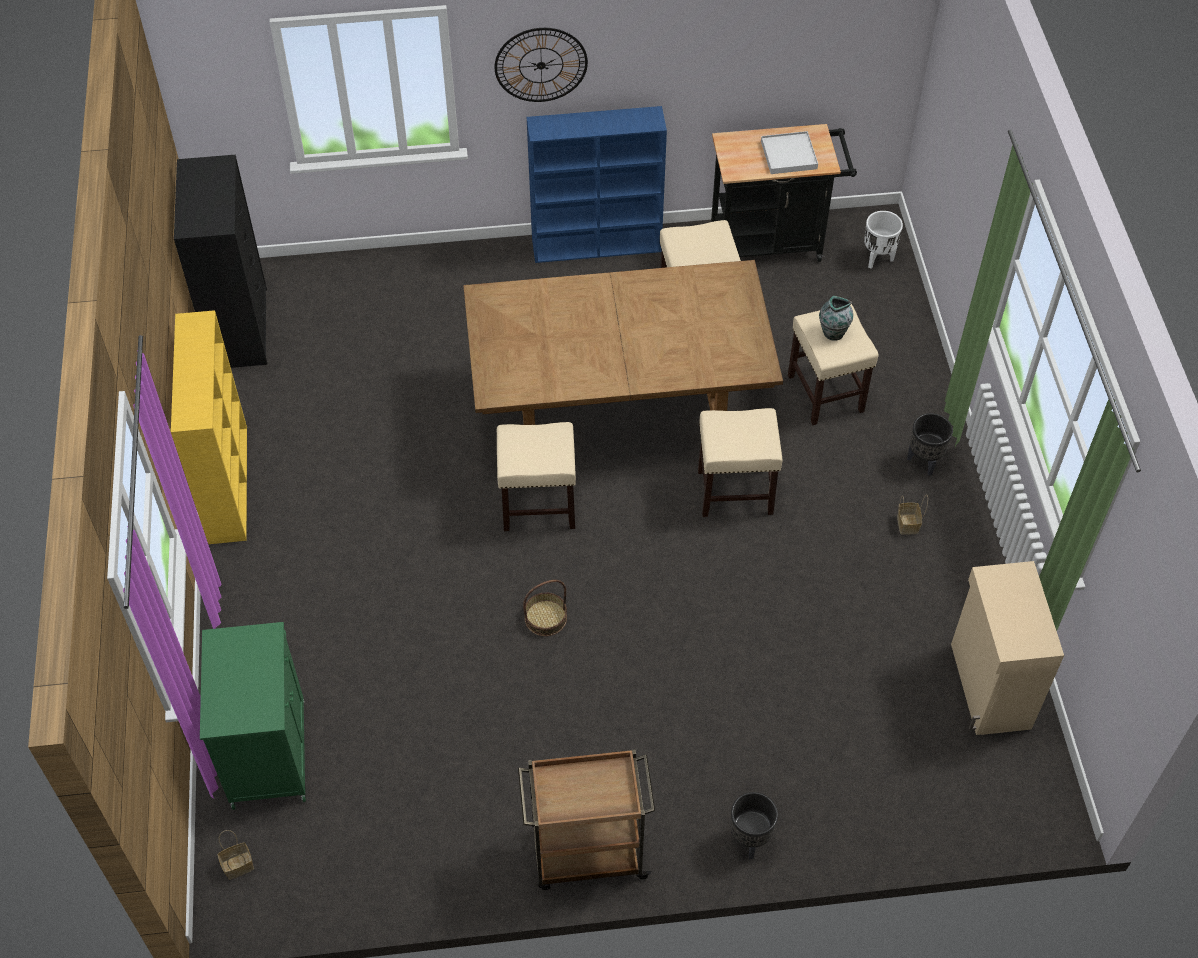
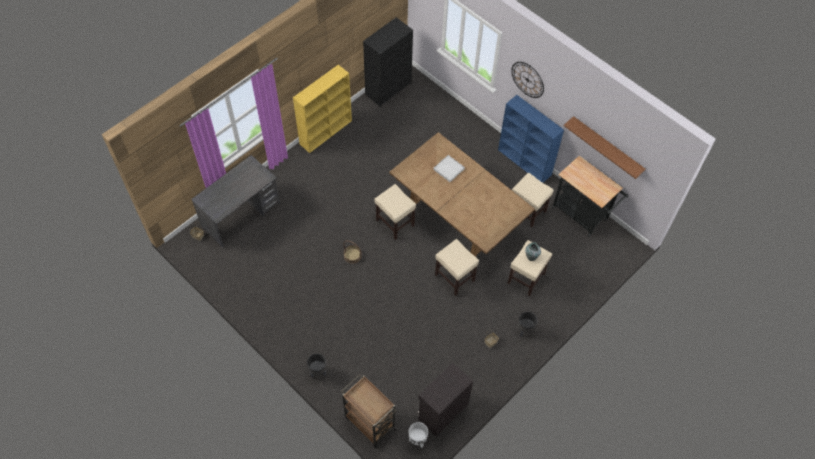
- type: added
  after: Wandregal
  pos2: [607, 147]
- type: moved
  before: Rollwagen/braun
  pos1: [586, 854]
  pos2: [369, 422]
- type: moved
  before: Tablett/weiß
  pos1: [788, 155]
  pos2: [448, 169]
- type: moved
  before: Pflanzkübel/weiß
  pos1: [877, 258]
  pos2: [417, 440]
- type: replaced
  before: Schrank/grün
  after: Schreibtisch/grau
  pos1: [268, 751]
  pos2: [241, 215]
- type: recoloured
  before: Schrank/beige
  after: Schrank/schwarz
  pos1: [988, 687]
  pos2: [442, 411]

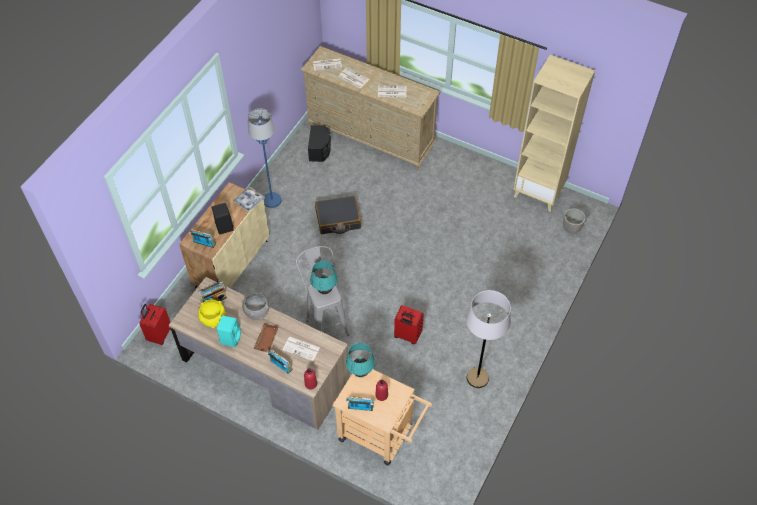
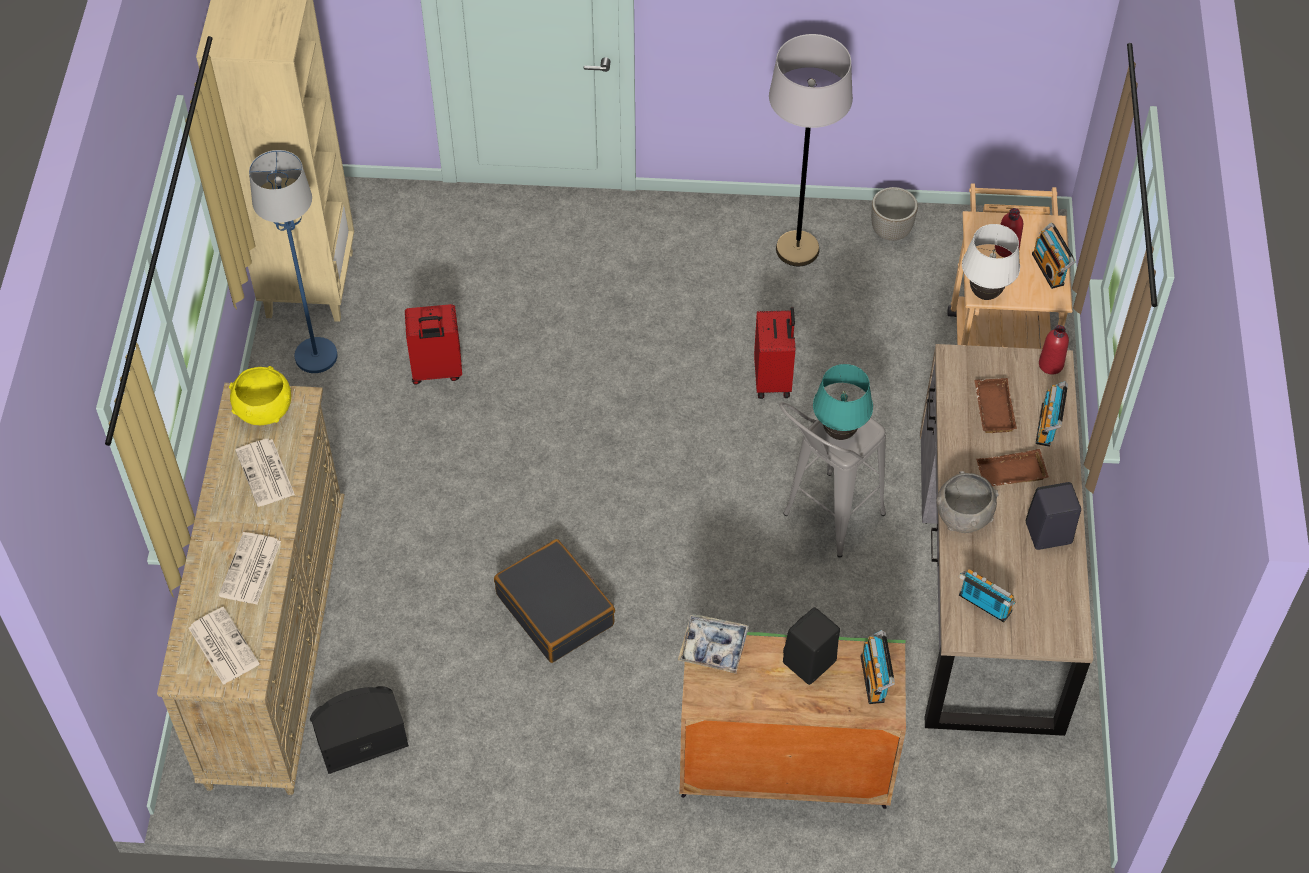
- type: moved
  before: Koffer/rot
  pos1: [159, 334]
  pos2: [436, 371]
- type: moved
  before: Schüssel/gelb
  pos1: [213, 319]
  pos2: [265, 410]
- type: moved
  before: Stehlampe/blau
  pos1: [272, 200]
  pos2: [316, 356]
- type: moved
  before: Pflanzkübel
  pos1: [571, 228]
  pos2: [891, 232]
- type: replaced
  before: Zeitung
  after: Tablett/braun
  pos1: [301, 348]
  pos2: [992, 408]
- type: recoloured
  before: Schrank/beige
  after: Schrank/grün
  pos1: [231, 263]
  pos2: [783, 765]
- type: recoloured
  before: Lautsprecher/türkis
  after: Lautsprecher/schwarz
  pos1: [230, 337]
  pos2: [1047, 533]
- type: recoloured
  before: Tischlampe/türkis
  after: Tischlampe/weiß
  pos1: [360, 372]
  pos2: [984, 293]

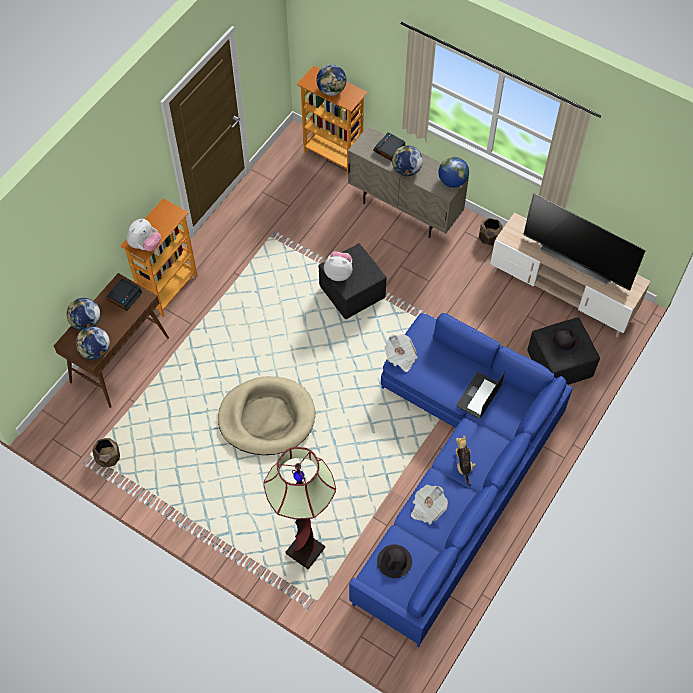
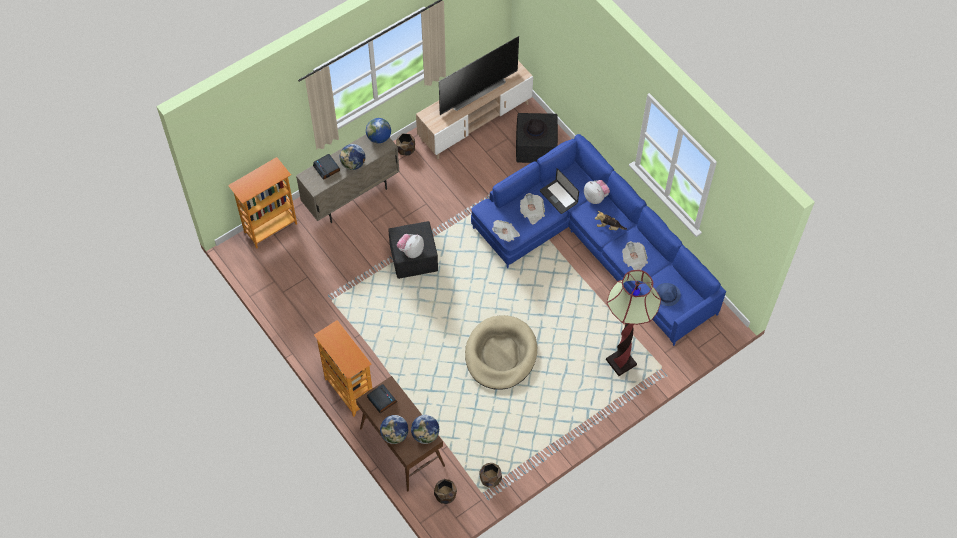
- type: removed
  before: Globus
  pos1: [331, 90]
- type: added
  after: Pflanzkübel/braun
  pos2: [445, 495]
- type: added
  after: Zeitung
  pos2: [532, 212]
- type: moved
  before: Plüschtier
  pos1: [145, 245]
  pos2: [595, 197]
- type: recoloured
  before: Hut/schwarz
  after: Hut/blau
  pos1: [394, 561]
  pos2: [667, 294]

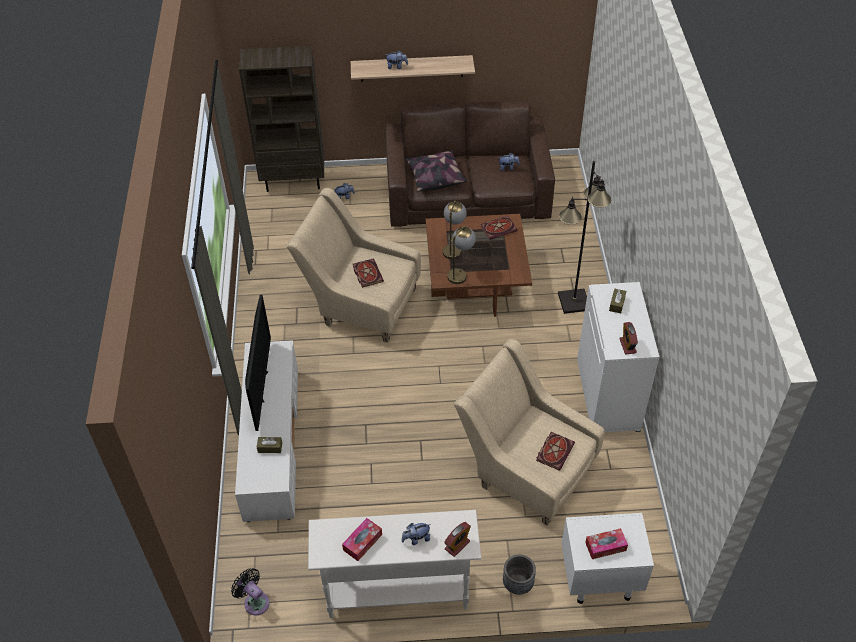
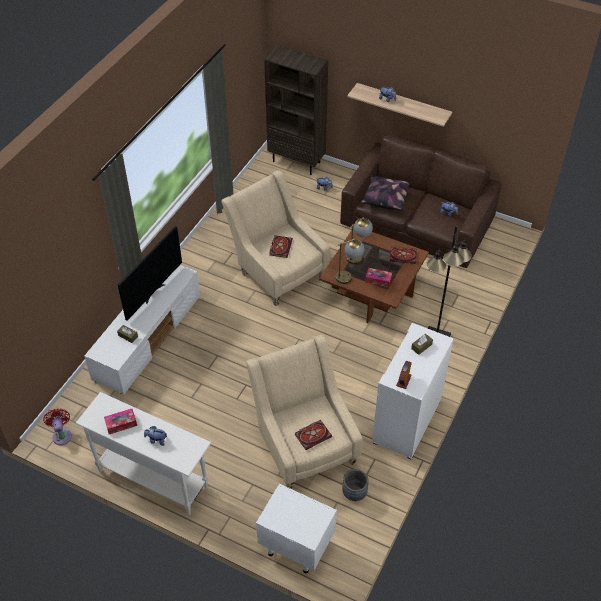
- type: removed
  before: Wecker
  pos1: [457, 545]
- type: moved
  before: Pflanzkübel/grau
  pos1: [518, 584]
  pos2: [354, 493]
- type: moved
  before: Taschentuchbox
  pos1: [605, 546]
  pos2: [378, 280]
- type: recoloured
  before: Ventilator/schwarz
  after: Ventilator/rot
  pos1: [255, 601]
  pos2: [62, 435]

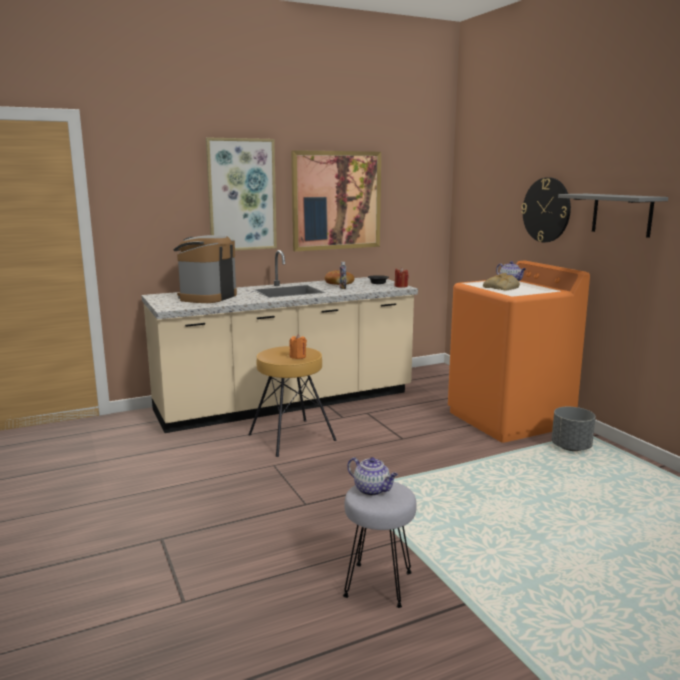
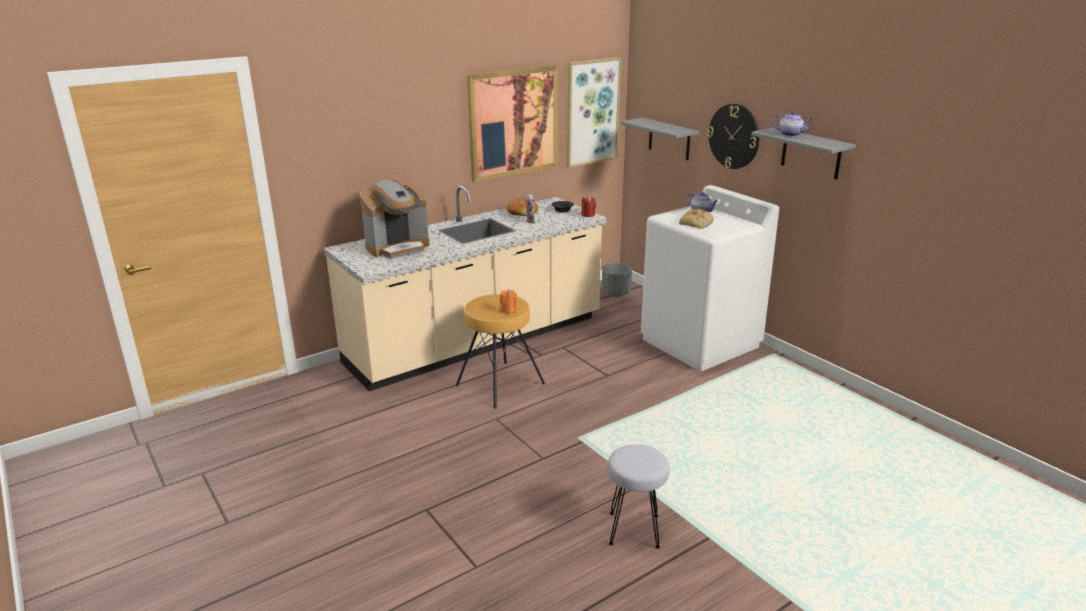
- type: added
  after: Wandregal/grau
  pos2: [669, 139]
- type: moved
  before: Bild
  pos1: [241, 195]
  pos2: [592, 112]
- type: moved
  before: Teekanne
  pos1: [372, 490]
  pos2: [790, 134]
- type: moved
  before: Pflanzkübel/grau
  pos1: [570, 447]
  pos2: [615, 294]
- type: recoloured
  before: Waschmaschine/orange
  after: Waschmaschine/weiß
  pos1: [509, 419]
  pos2: [700, 343]
- type: turned
  before: Kaffeemaschine
  pos1: [207, 297]
  pos2: [398, 247]
  turn: -135

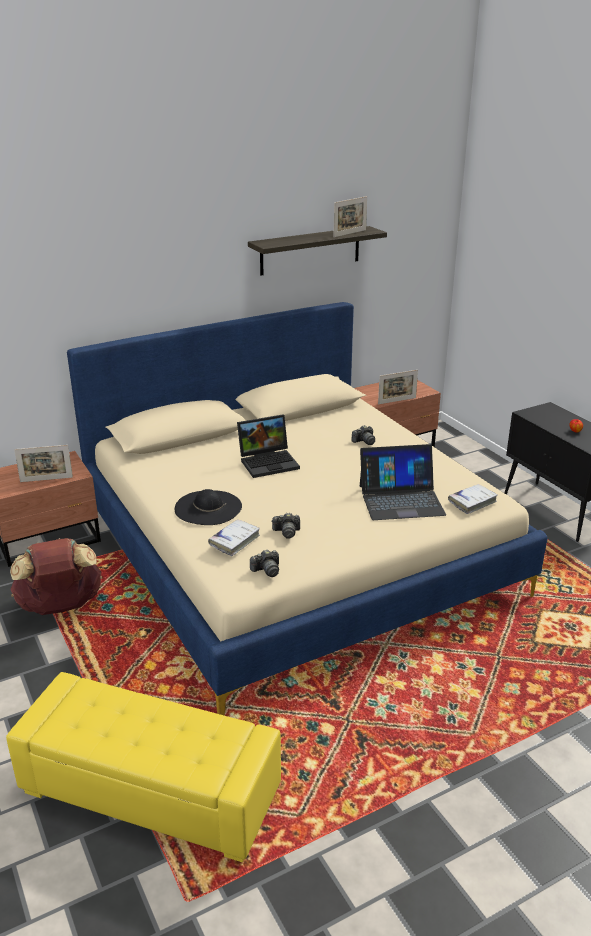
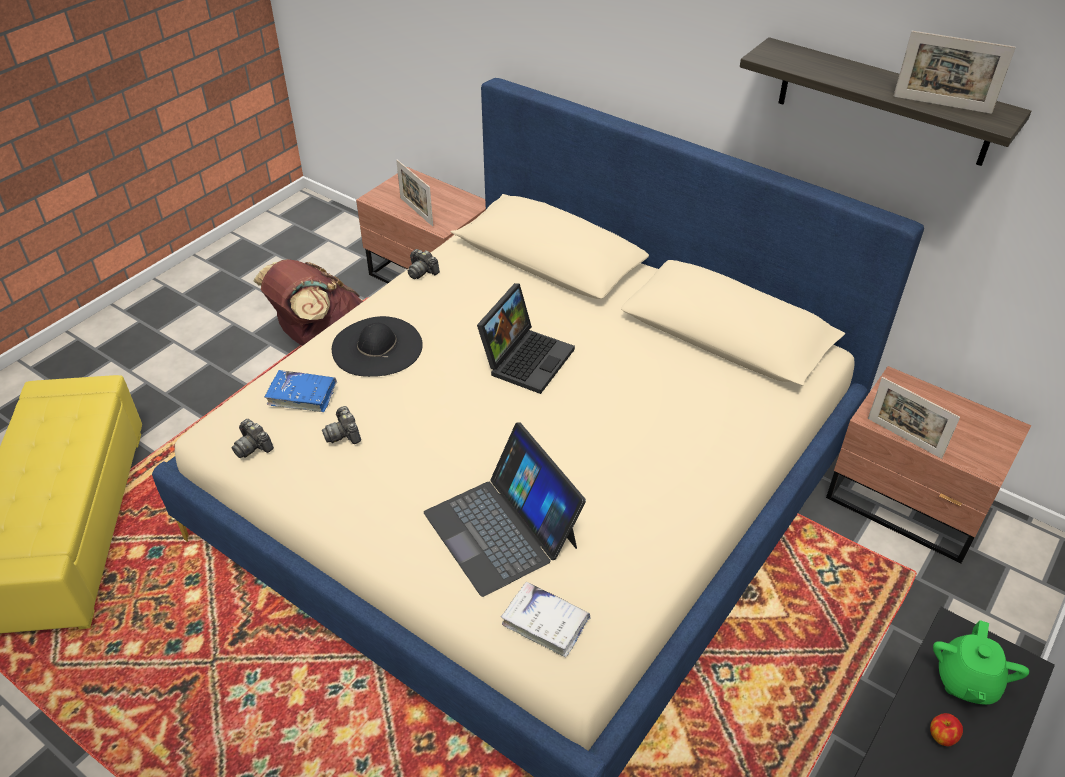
- type: added
  after: Teekanne/grün
  pos2: [966, 681]
- type: moved
  before: Kamera
  pos1: [364, 441]
  pos2: [422, 271]
- type: recoloured
  before: Buch/weiß
  after: Buch/blau
  pos1: [234, 541]
  pos2: [302, 395]
- type: turned
  before: Laptop
  pos1: [269, 462]
  pos2: [526, 358]
  turn: -105

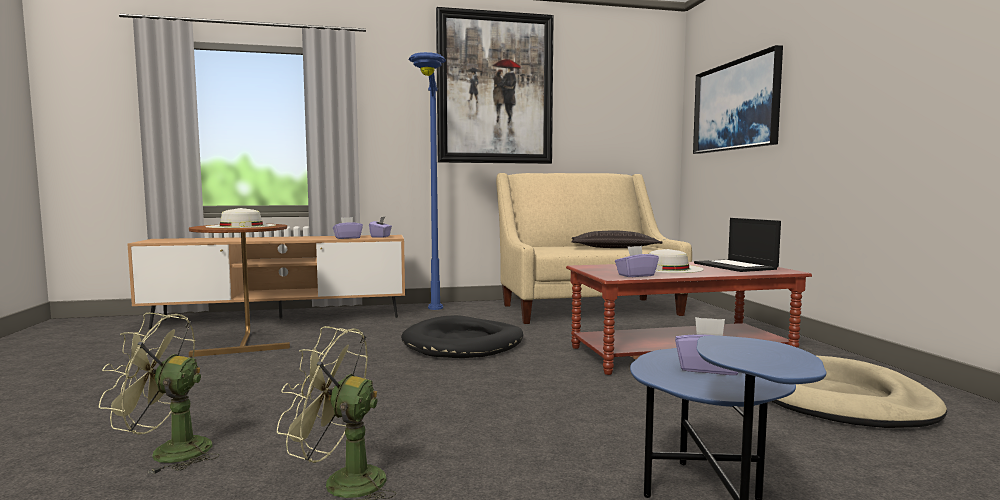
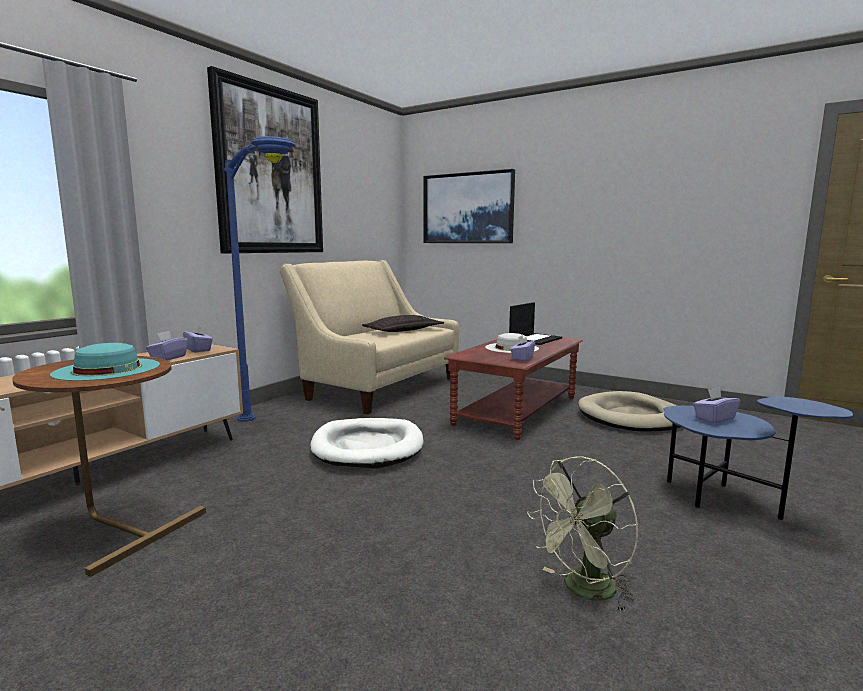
- type: removed
  before: Ventilator/grün
  pos1: [168, 453]
- type: recoloured
  before: Hut/weiß
  after: Hut/türkis
  pos1: [241, 226]
  pos2: [107, 369]
- type: recoloured
  before: Hundebett/schwarz
  after: Hundebett/weiß
  pos1: [464, 343]
  pos2: [368, 447]
- type: turned
  before: Laptop
  pos1: [736, 266]
  pos2: [535, 339]
  turn: -75

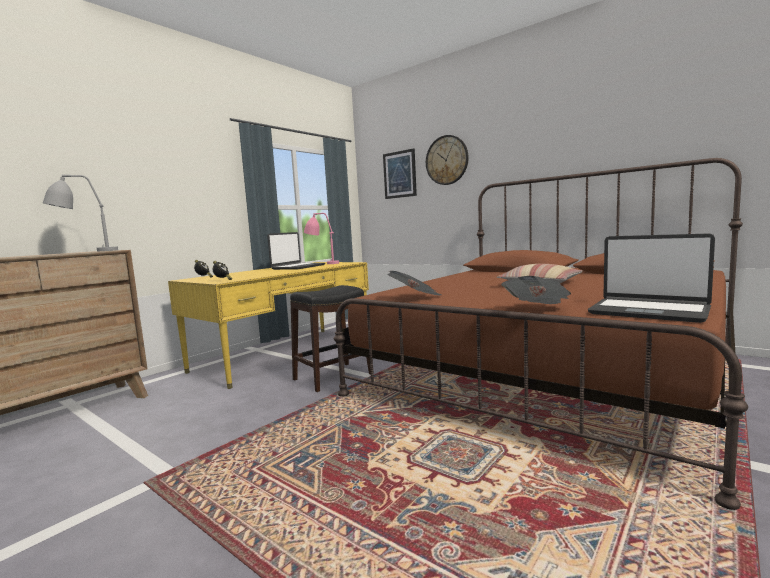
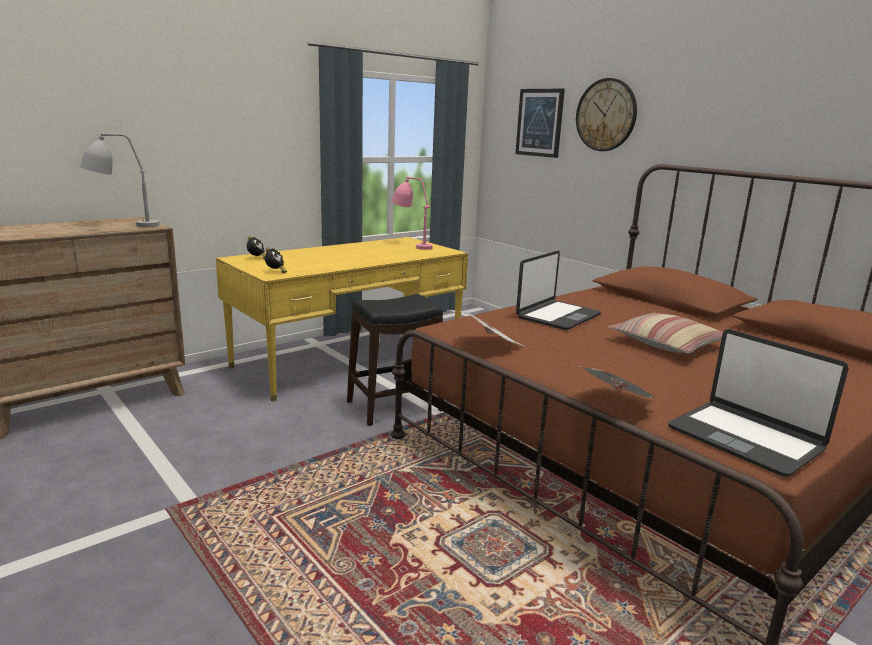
- type: moved
  before: Laptop
  pos1: [298, 267]
  pos2: [557, 316]

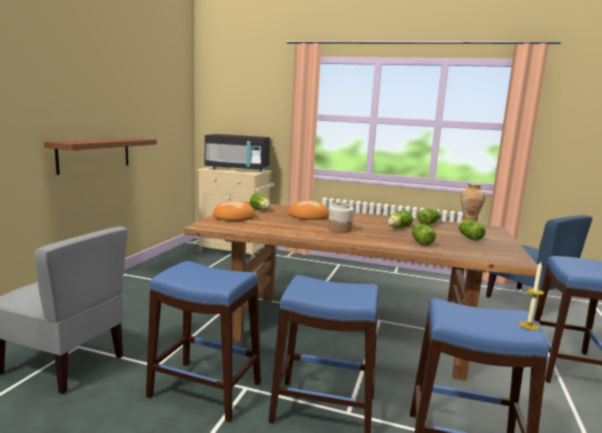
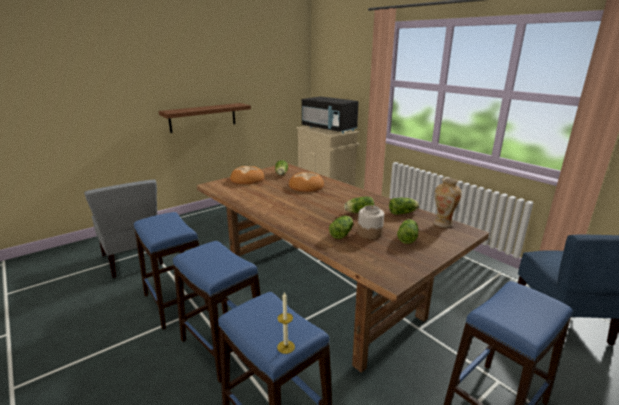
- type: moved
  before: Vorratsglas
  pos1: [339, 229]
  pos2: [369, 233]

